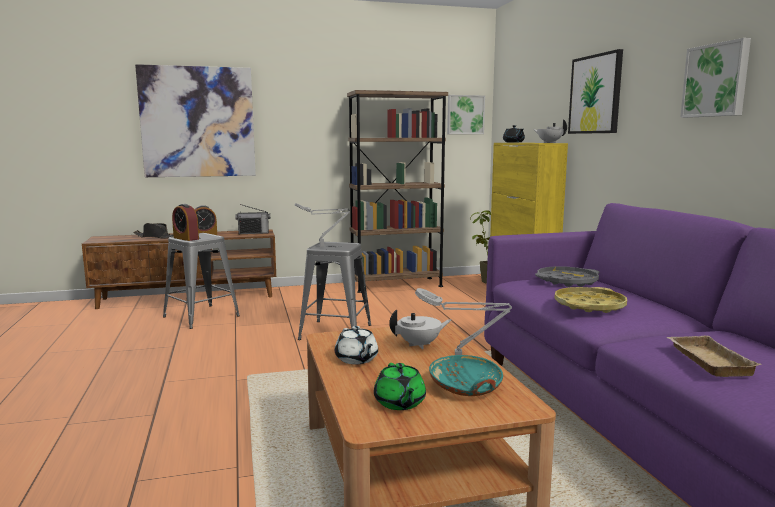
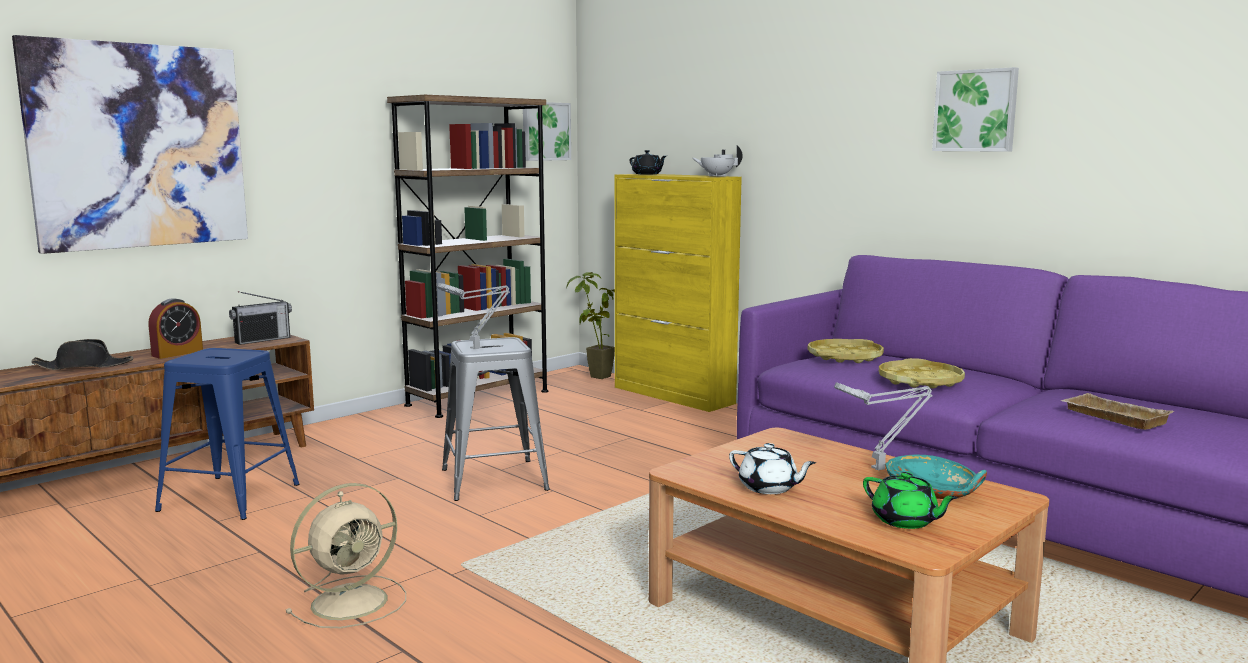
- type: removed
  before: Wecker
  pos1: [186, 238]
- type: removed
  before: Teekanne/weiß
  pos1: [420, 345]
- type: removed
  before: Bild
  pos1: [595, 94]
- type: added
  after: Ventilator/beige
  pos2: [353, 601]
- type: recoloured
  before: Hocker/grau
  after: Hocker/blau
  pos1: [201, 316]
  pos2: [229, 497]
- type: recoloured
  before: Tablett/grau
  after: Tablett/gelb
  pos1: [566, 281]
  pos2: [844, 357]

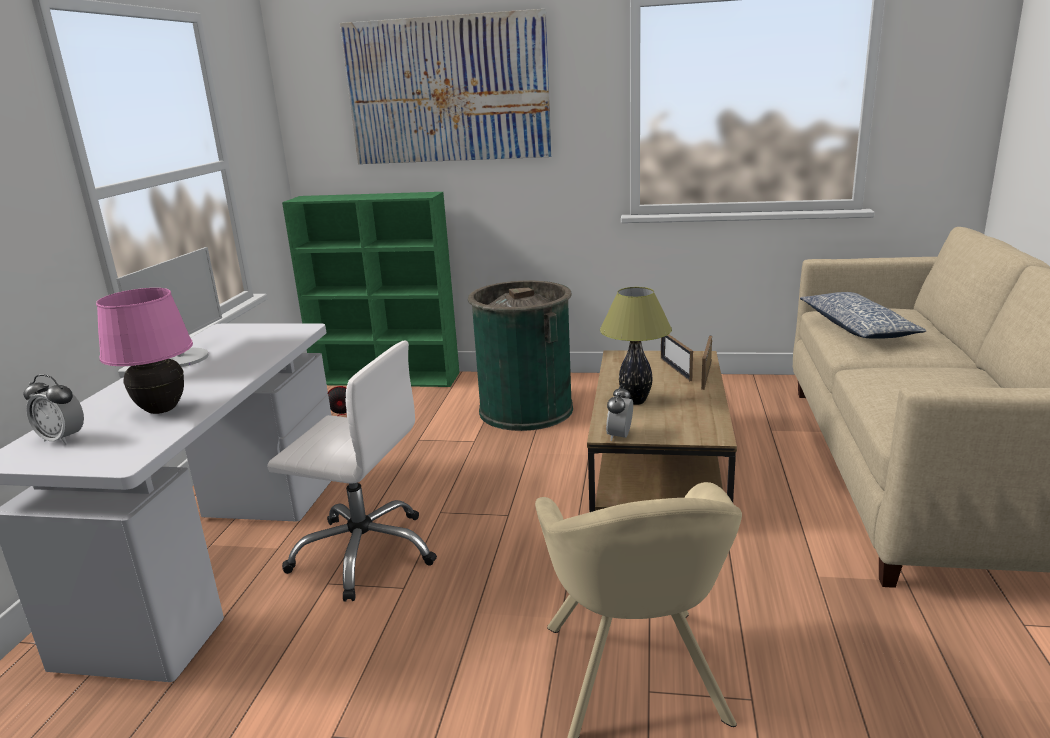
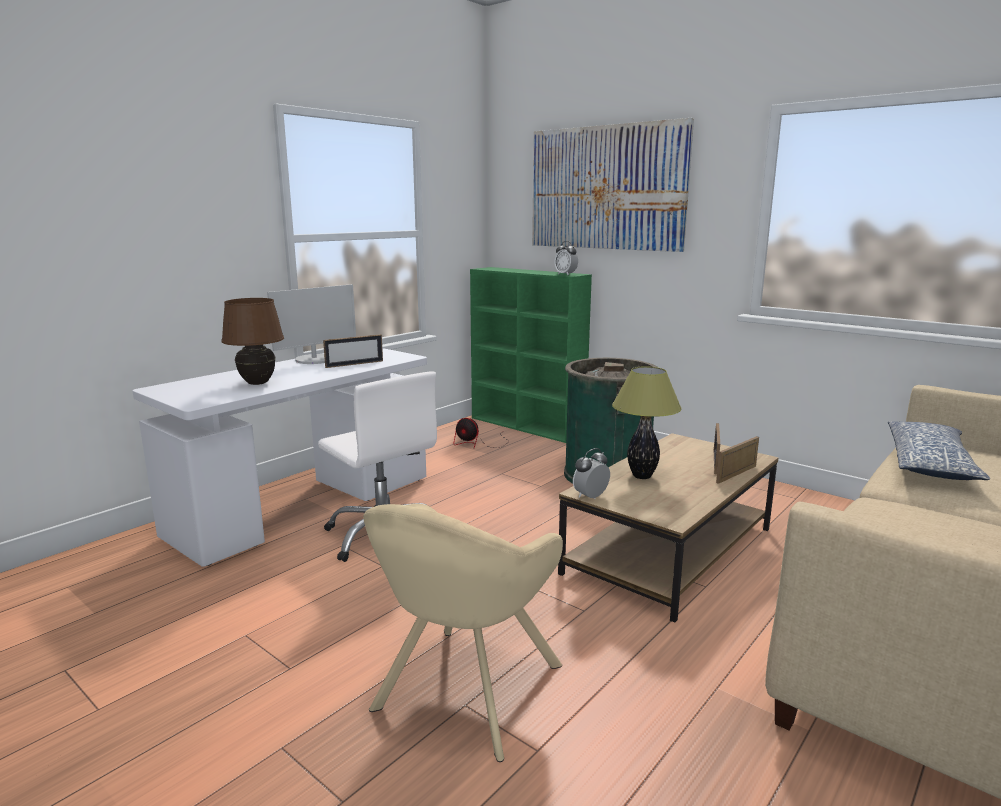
- type: added
  after: Bilderrahmen
  pos2: [354, 364]
- type: moved
  before: Wecker
  pos1: [62, 439]
  pos2: [565, 274]
- type: recoloured
  before: Tischlampe/rosa
  after: Tischlampe/braun
  pos1: [162, 410]
  pos2: [258, 383]

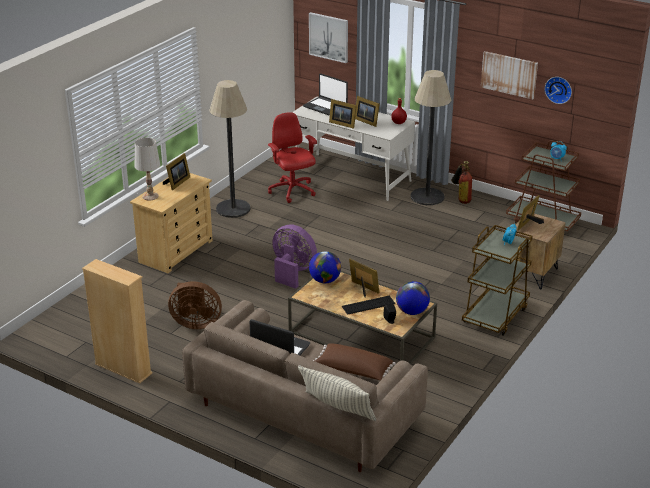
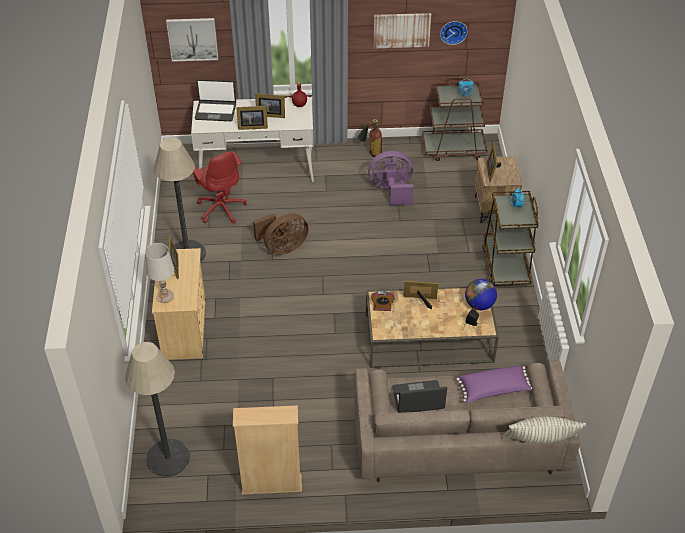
- type: removed
  before: Tastatur
  pos1: [368, 305]
- type: moved
  before: Ventilator/braun
  pos1: [195, 323]
  pos2: [282, 247]
- type: moved
  before: Ventilator/lila
  pos1: [292, 272]
  pos2: [392, 190]
- type: moved
  before: Stehlampe
  pos1: [427, 197]
  pos2: [168, 458]
- type: replaced
  before: Globus
  after: Wecker
  pos1: [325, 280]
  pos2: [382, 307]
- type: recoloured
  before: Kissen/braun
  after: Kissen/lila
  pos1: [353, 370]
  pos2: [494, 390]
- type: turned
  before: Bürostuhl/rot
  pos1: [292, 191]
  pos2: [221, 208]
  turn: -150

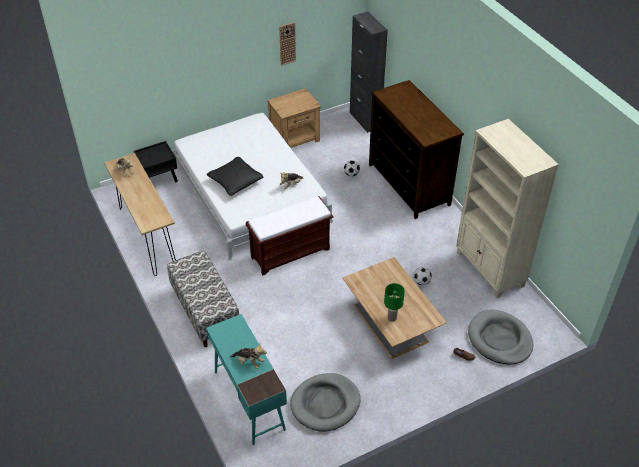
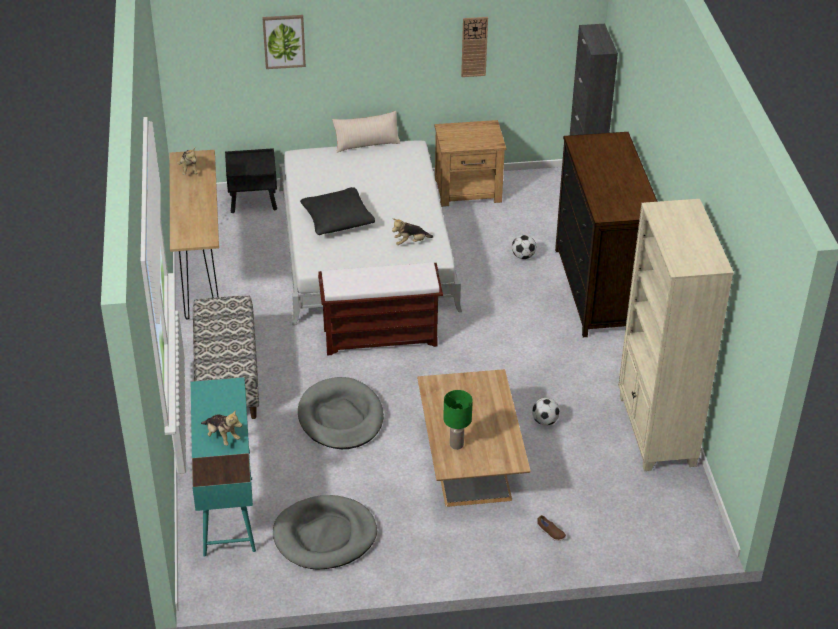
- type: added
  after: Bild
  pos2: [284, 41]
- type: added
  after: Kissen/beige
  pos2: [366, 144]
- type: moved
  before: Hundebett/grau
  pos1: [499, 339]
  pos2: [341, 417]

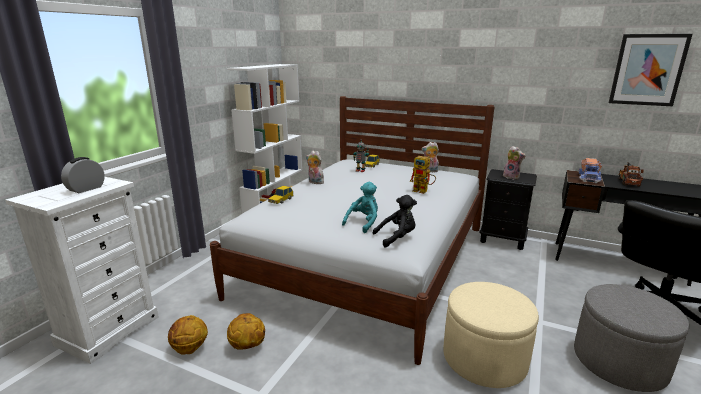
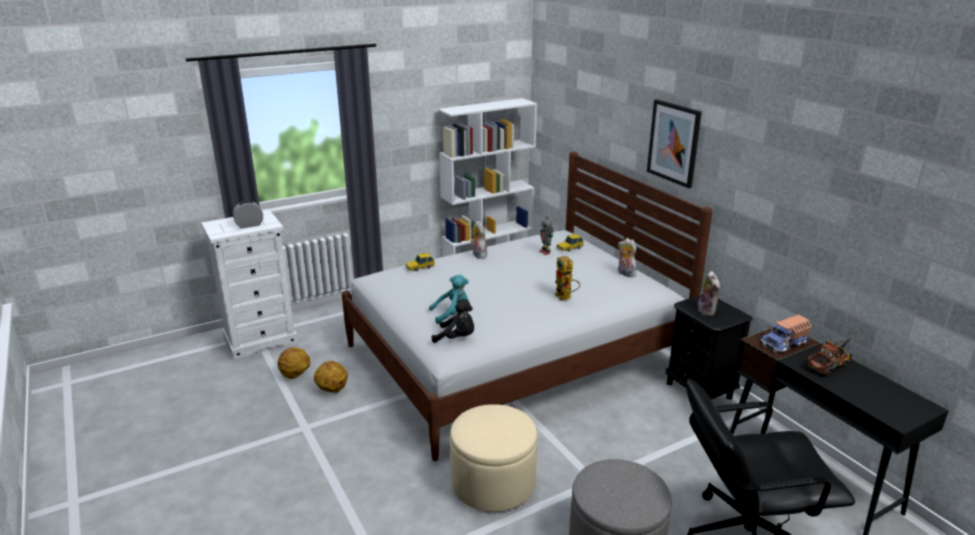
- type: moved
  before: Bild
  pos1: [647, 70]
  pos2: [674, 143]

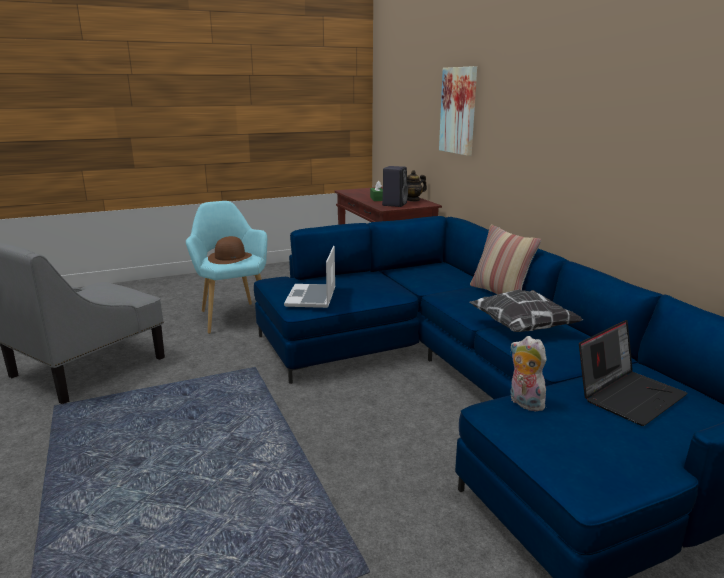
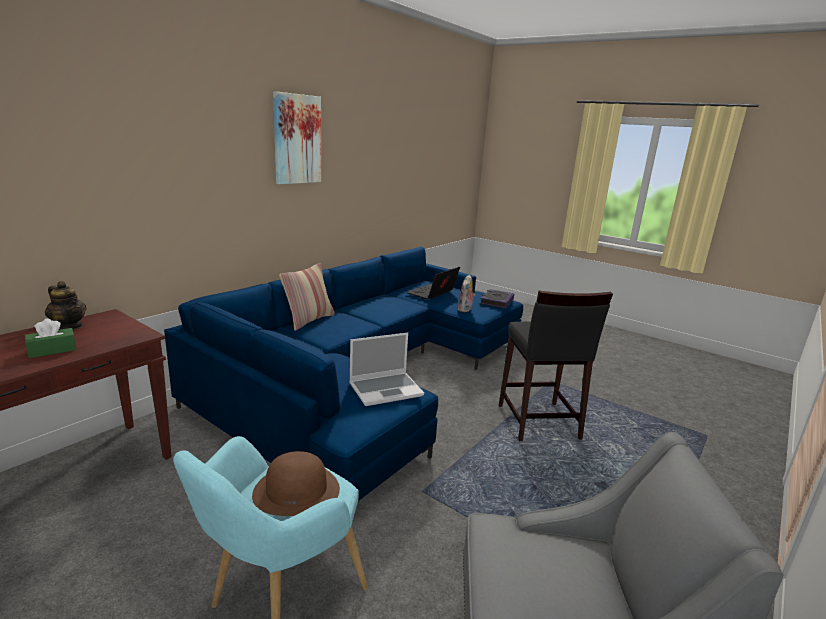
- type: removed
  before: Lautsprecher/schwarz
  pos1: [394, 204]
- type: removed
  before: Kissen
  pos1: [522, 327]
- type: added
  after: Buch
  pos2: [496, 301]
- type: added
  after: Hocker/schwarz
  pos2: [537, 422]
- type: moved
  before: Bild
  pos1: [459, 111]
  pos2: [297, 139]
- type: turned
  before: Laptop
  pos1: [628, 395]
  pos2: [432, 293]
  turn: -75

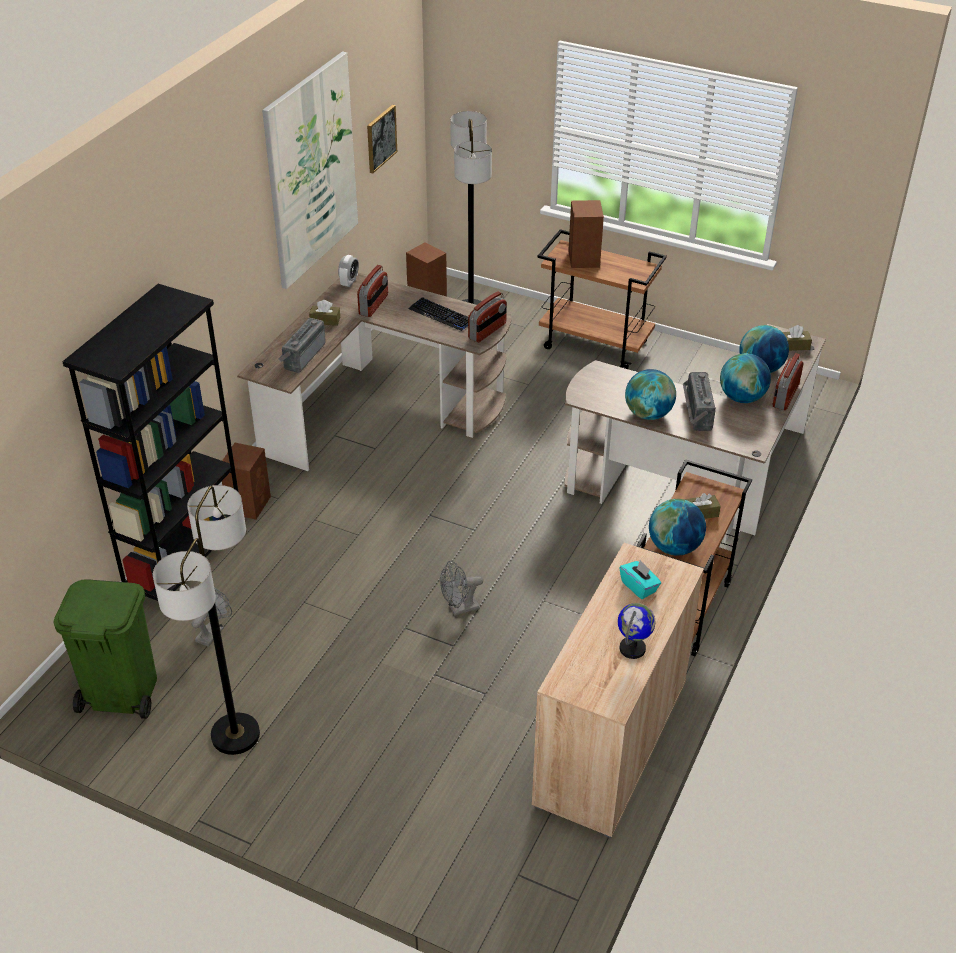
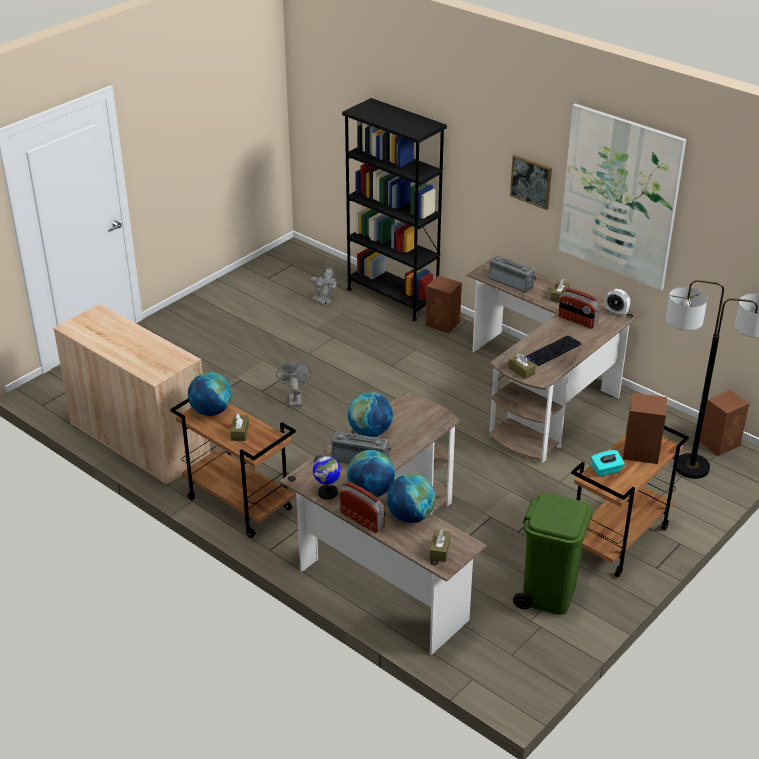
- type: removed
  before: Stehlampe
  pos1: [235, 735]
- type: moved
  before: Mülleimer/grün
  pos1: [120, 692]
  pos2: [548, 593]
- type: moved
  before: Bild
  pos1: [381, 138]
  pos2: [531, 181]
- type: moved
  before: Globus
  pos1: [632, 649]
  pos2: [327, 493]
- type: moved
  before: Taschentuchbox/türkis
  pos1: [639, 587]
  pos2: [606, 470]
- type: replaced
  before: Radio
  after: Taschentuchbox/braun
  pos1: [487, 331]
  pos2: [521, 371]

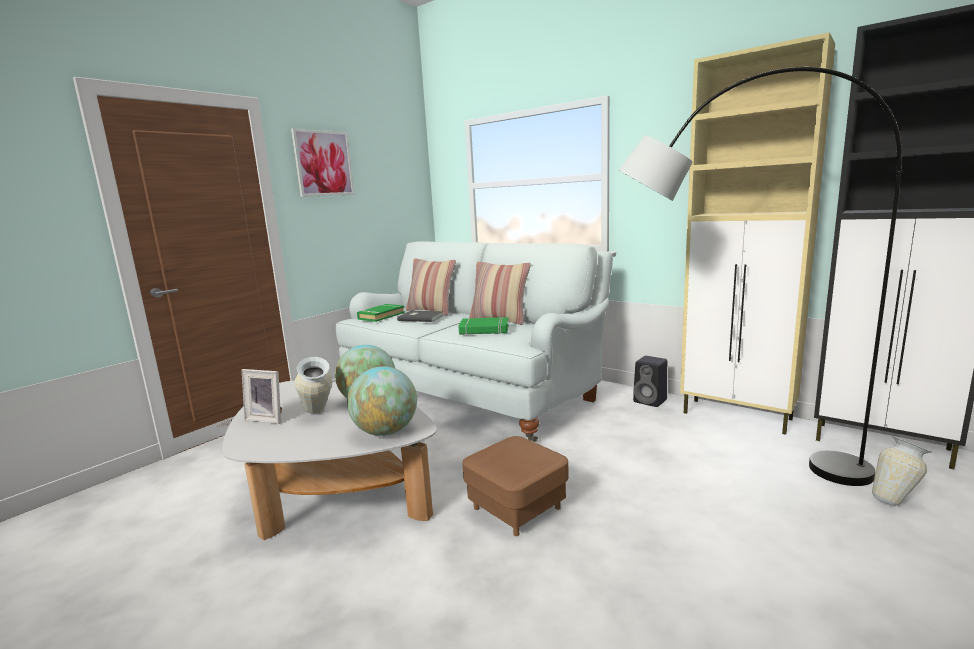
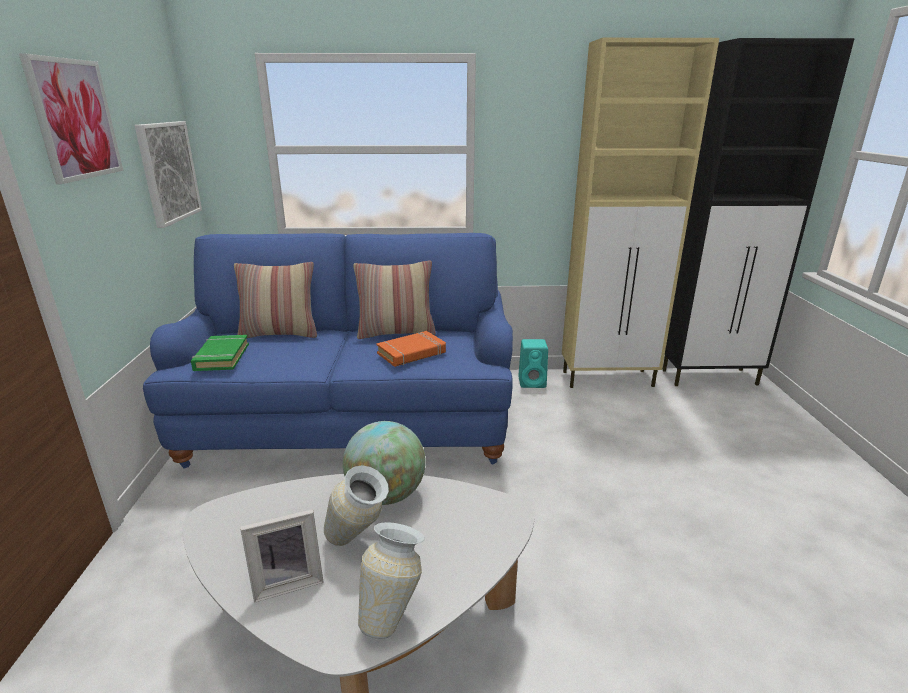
- type: removed
  before: Globus
  pos1: [386, 432]
- type: removed
  before: Buch/grau
  pos1: [420, 317]
- type: removed
  before: Polsterhocker/braun
  pos1: [517, 508]
- type: removed
  before: Stehlampe/grau
  pos1: [729, 463]
- type: added
  after: Bild
  pos2: [168, 172]
- type: moved
  before: Vase
  pos1: [896, 500]
  pos2: [394, 614]
- type: recoloured
  before: Sofa/weiß
  after: Sofa/blau
  pos1: [473, 392]
  pos2: [352, 423]
- type: recoloured
  before: Buch/grün
  after: Buch/orange
  pos1: [484, 330]
  pos2: [412, 353]
- type: recoloured
  before: Lautsprecher/schwarz
  after: Lautsprecher/türkis
  pos1: [651, 401]
  pos2: [533, 382]

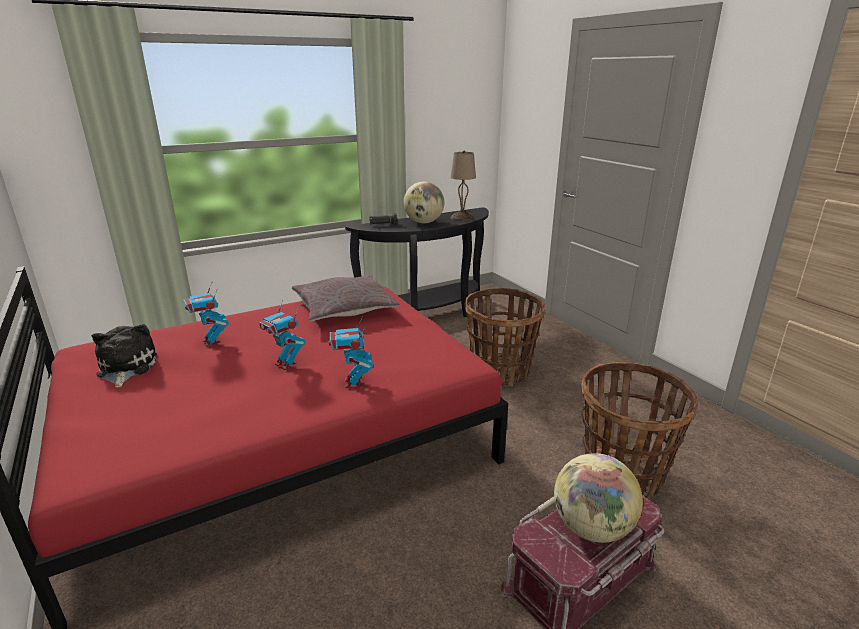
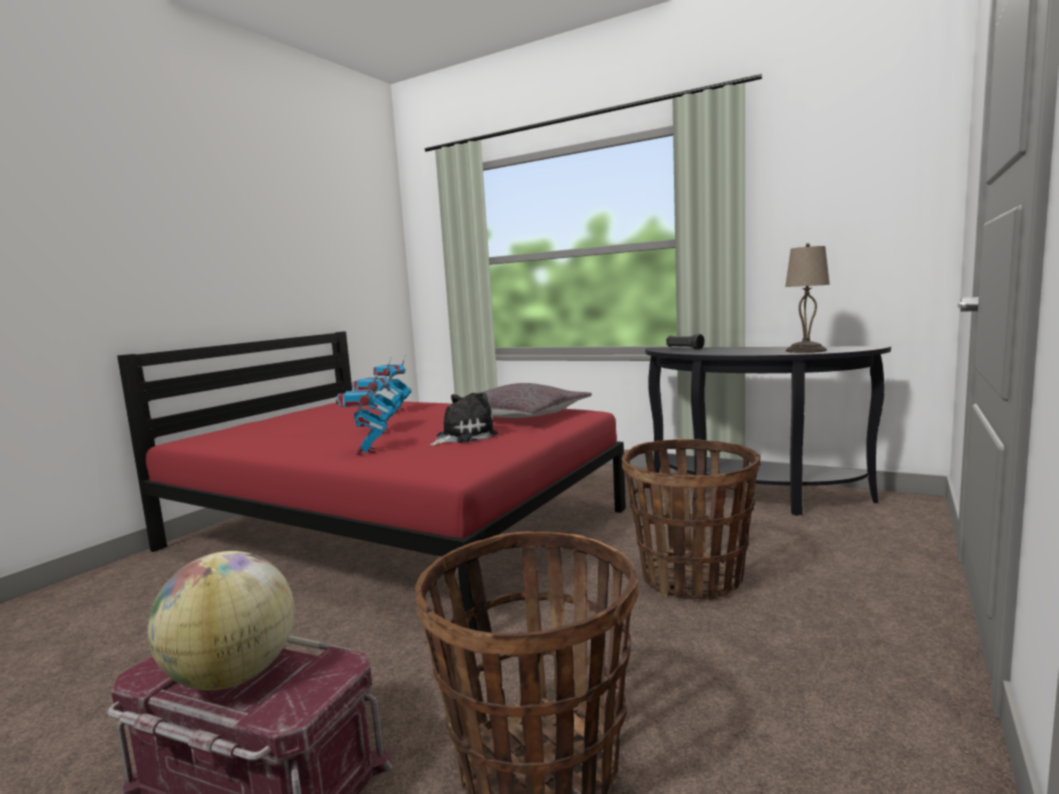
- type: removed
  before: Globus
  pos1: [423, 222]
- type: moved
  before: Plüschtier
  pos1: [126, 368]
  pos2: [463, 436]
- type: turned
  before: Spielzeugroboter
  pos1: [353, 382]
  pos2: [366, 451]
  turn: -60

